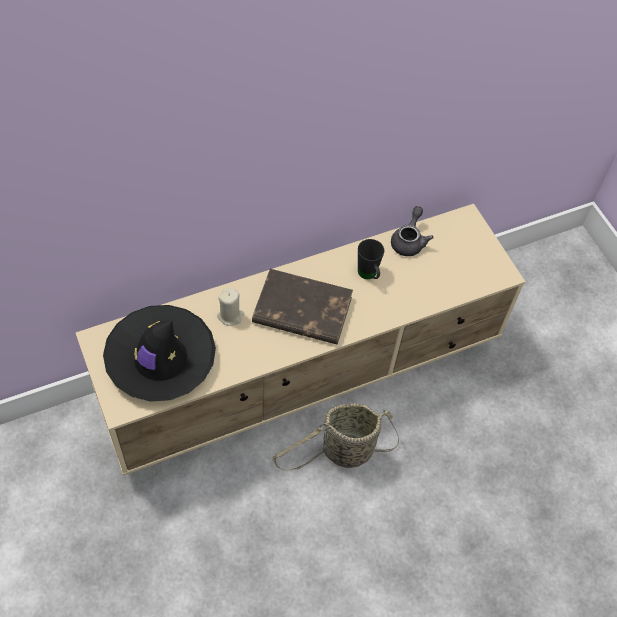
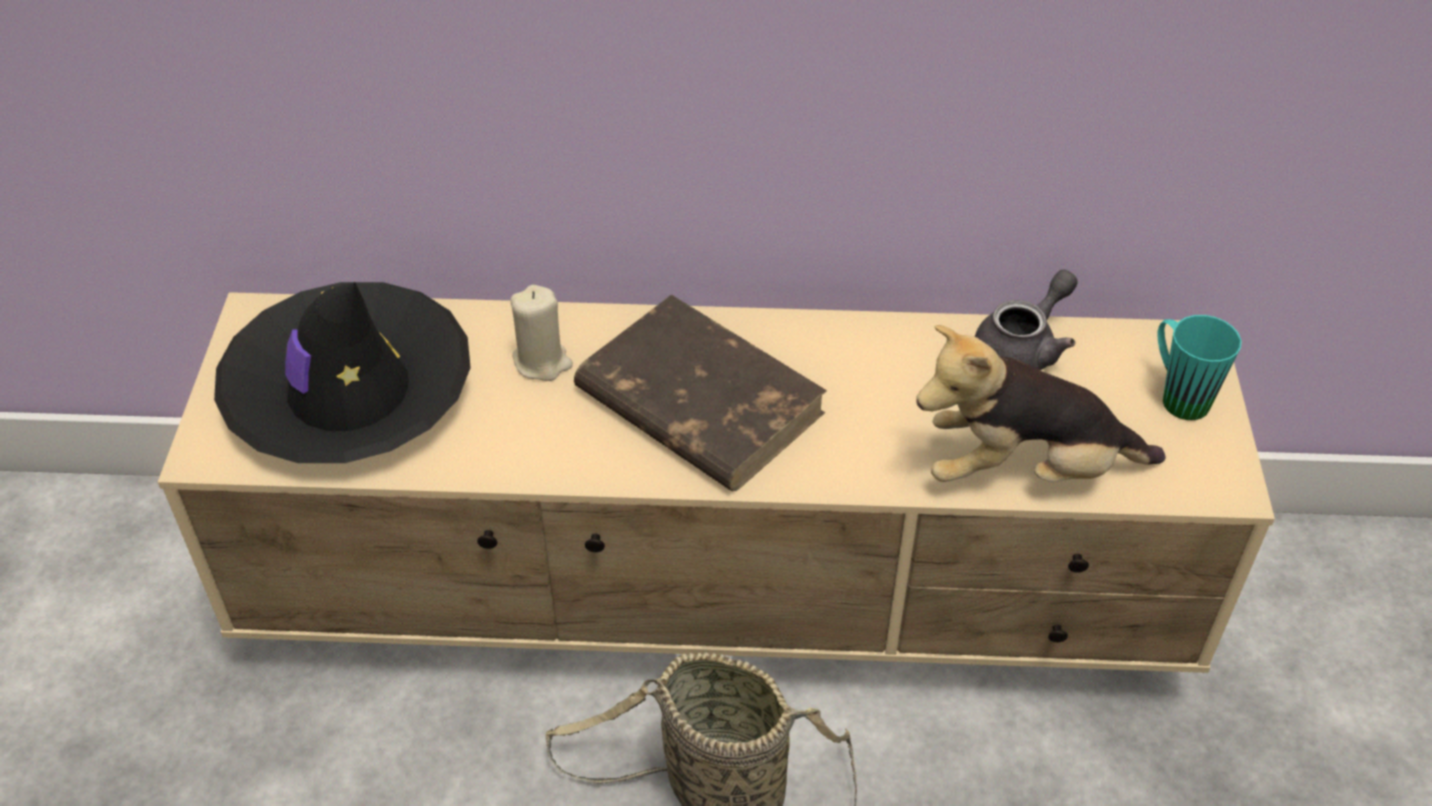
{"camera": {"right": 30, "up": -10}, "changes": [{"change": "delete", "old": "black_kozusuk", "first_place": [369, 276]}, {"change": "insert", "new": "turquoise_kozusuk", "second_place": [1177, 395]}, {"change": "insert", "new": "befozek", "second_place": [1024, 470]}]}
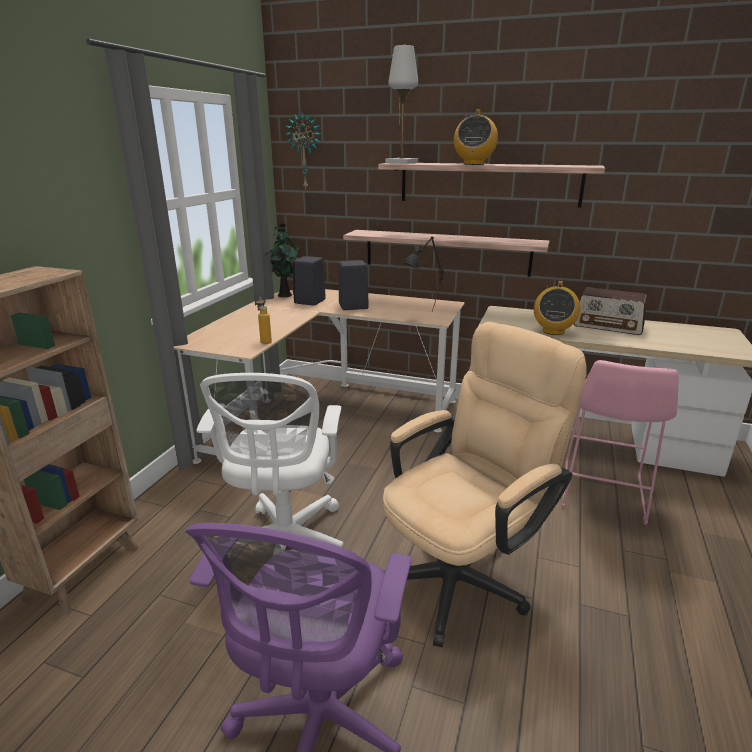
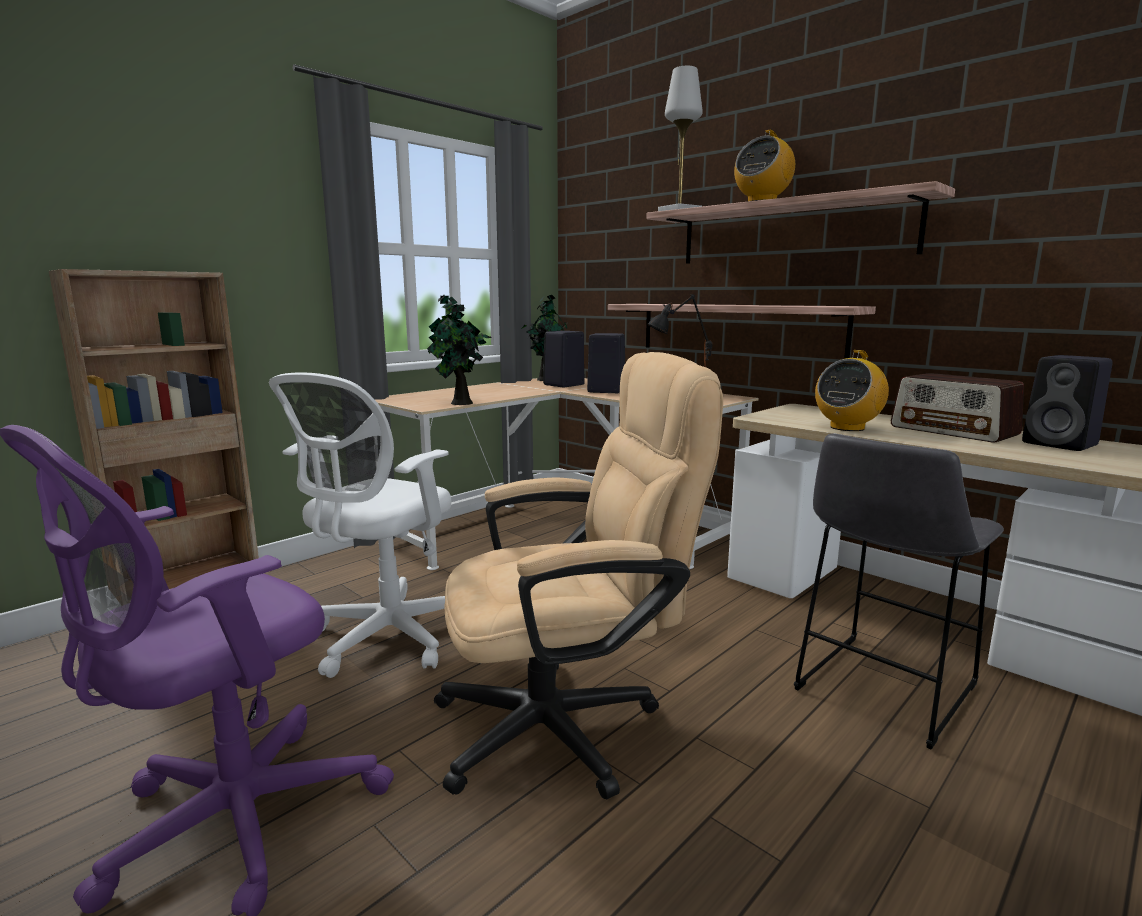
{"camera": {"right": 25, "up": -10}, "changes": [{"change": "delete", "old": "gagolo", "first_place": [305, 151]}, {"change": "replace", "old": "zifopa", "new": "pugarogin", "first_place": [265, 341], "second_place": [459, 403]}, {"change": "recolor", "old": "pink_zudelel", "new": "grey_zudelel", "first_place": [601, 494], "second_place": [880, 690]}, {"change": "insert", "new": "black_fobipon", "second_place": [1062, 444]}]}
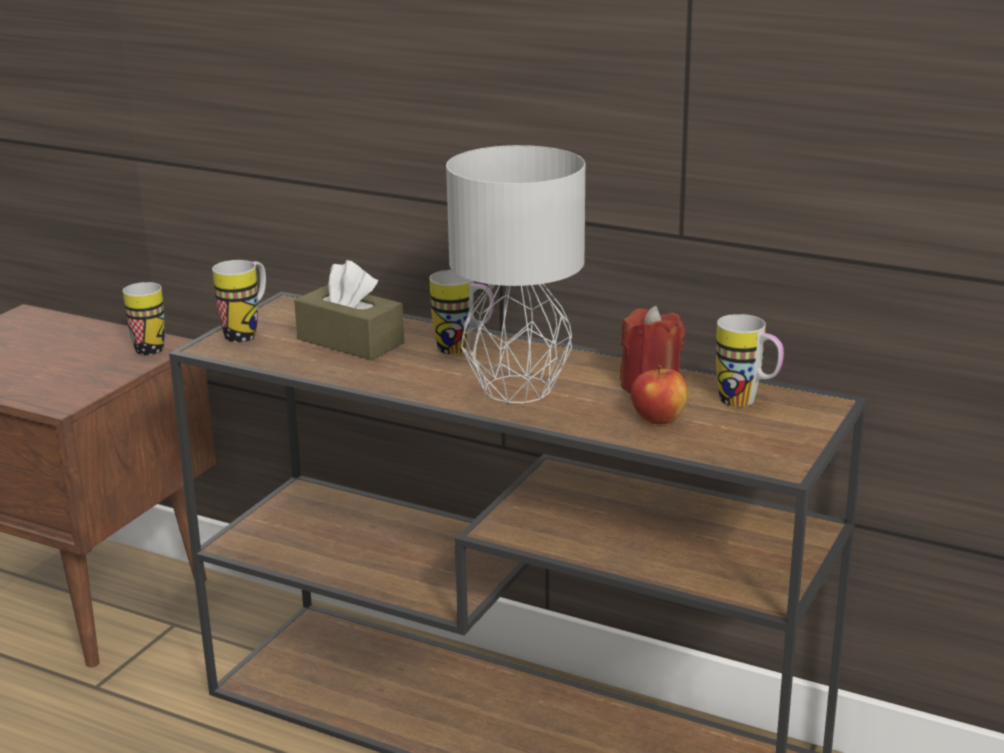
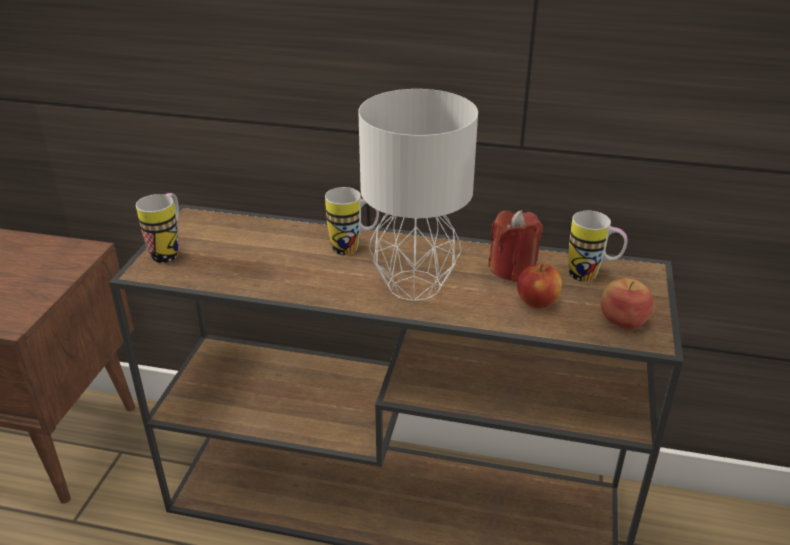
{"camera": {"right": -15, "up": 10}, "changes": [{"change": "delete", "old": "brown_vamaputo", "first_place": [350, 341]}, {"change": "delete", "old": "kozusuk", "first_place": [152, 346]}, {"change": "insert", "new": "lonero", "second_place": [623, 320]}]}
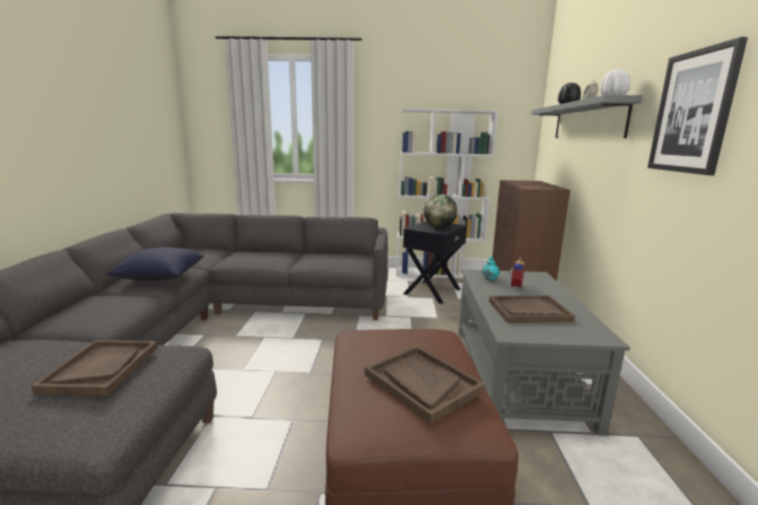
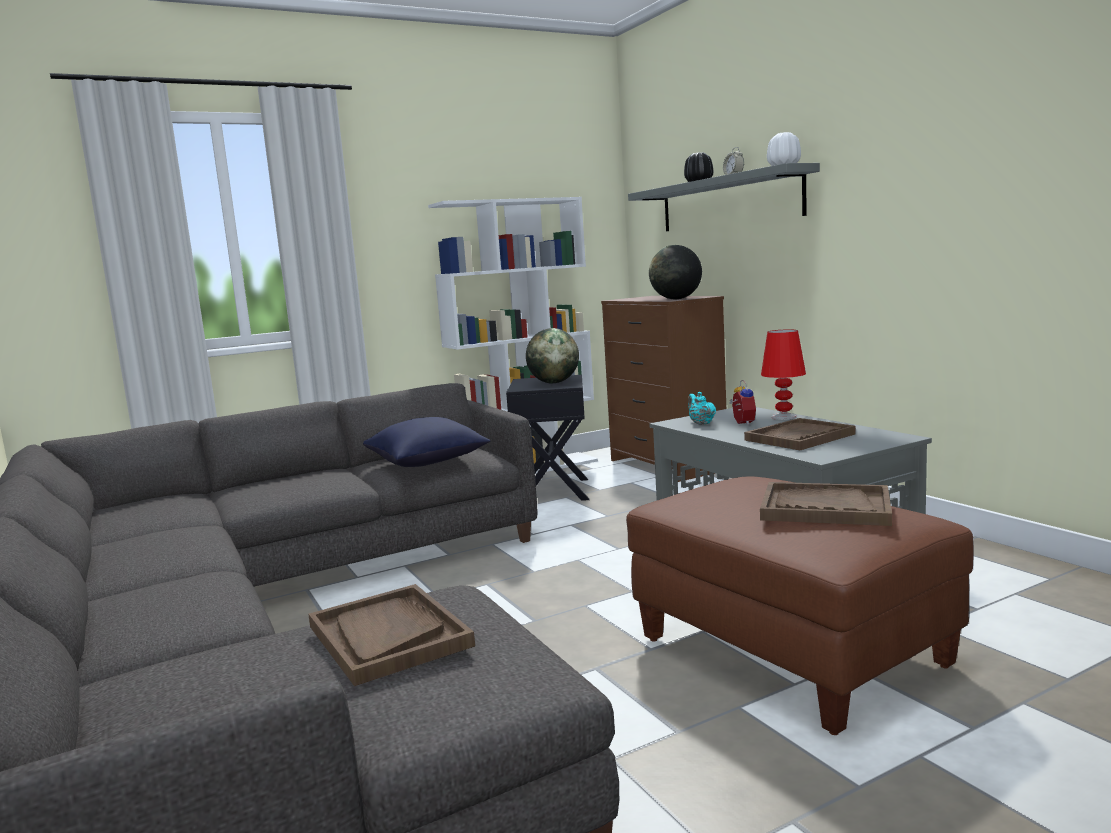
{"camera": {"right": -30, "up": -5}, "changes": [{"change": "delete", "old": "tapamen", "first_place": [693, 112]}, {"change": "move", "old": "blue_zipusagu", "first_place": [162, 277], "second_place": [427, 463]}, {"change": "insert", "new": "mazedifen", "second_place": [676, 299]}, {"change": "insert", "new": "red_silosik", "second_place": [784, 417]}]}
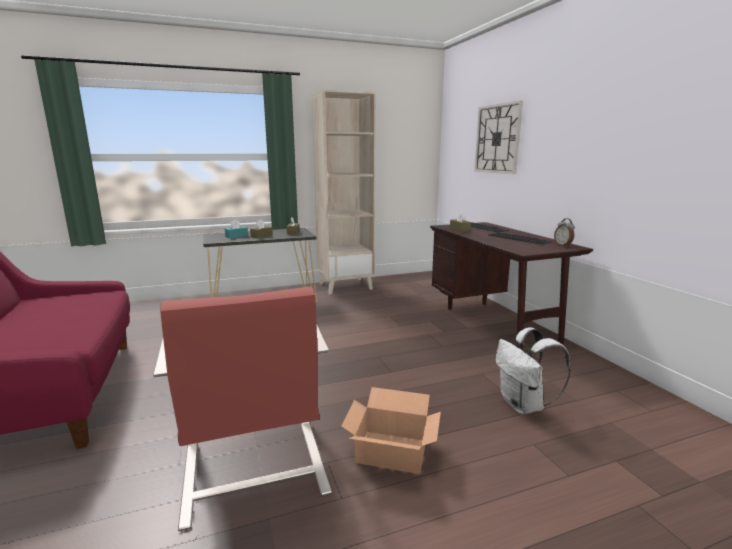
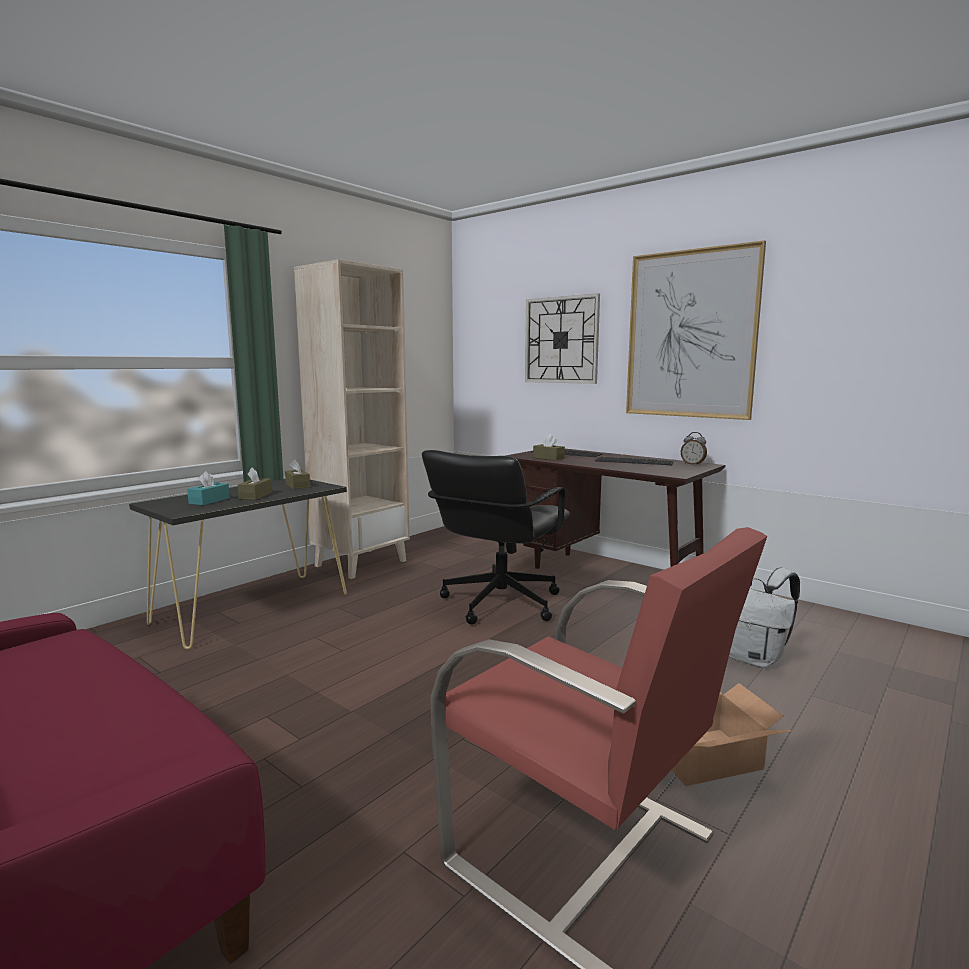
{"camera": {"right": -30, "up": -5}, "changes": [{"change": "insert", "new": "tapamen", "second_place": [690, 334]}, {"change": "insert", "new": "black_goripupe", "second_place": [499, 603]}]}
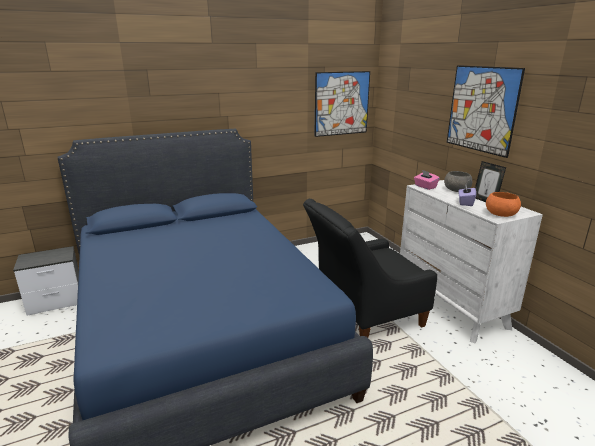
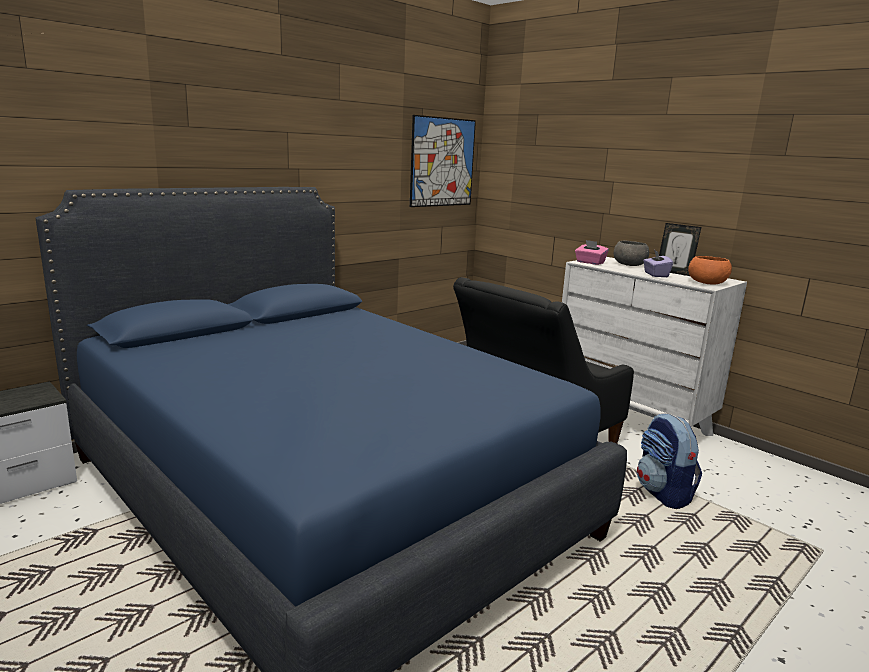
{"camera": {"right": -20, "up": -5}, "changes": [{"change": "delete", "old": "tapamen", "first_place": [481, 109]}, {"change": "insert", "new": "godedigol", "second_place": [663, 493]}]}
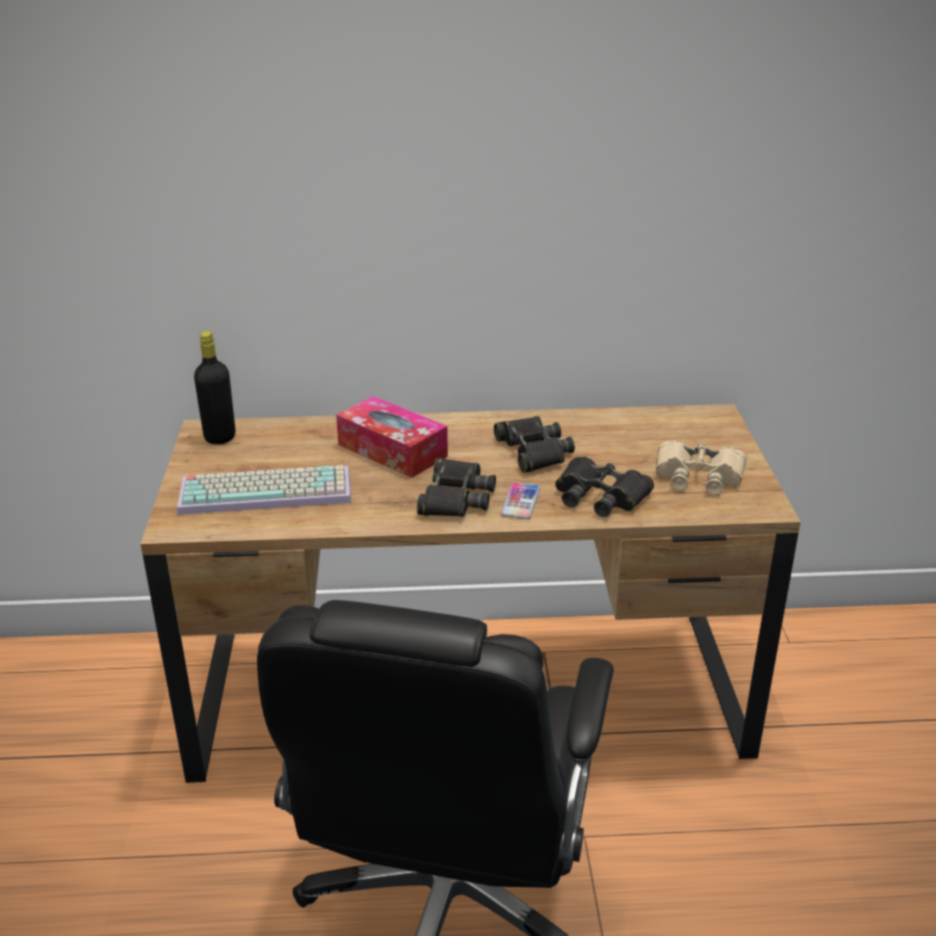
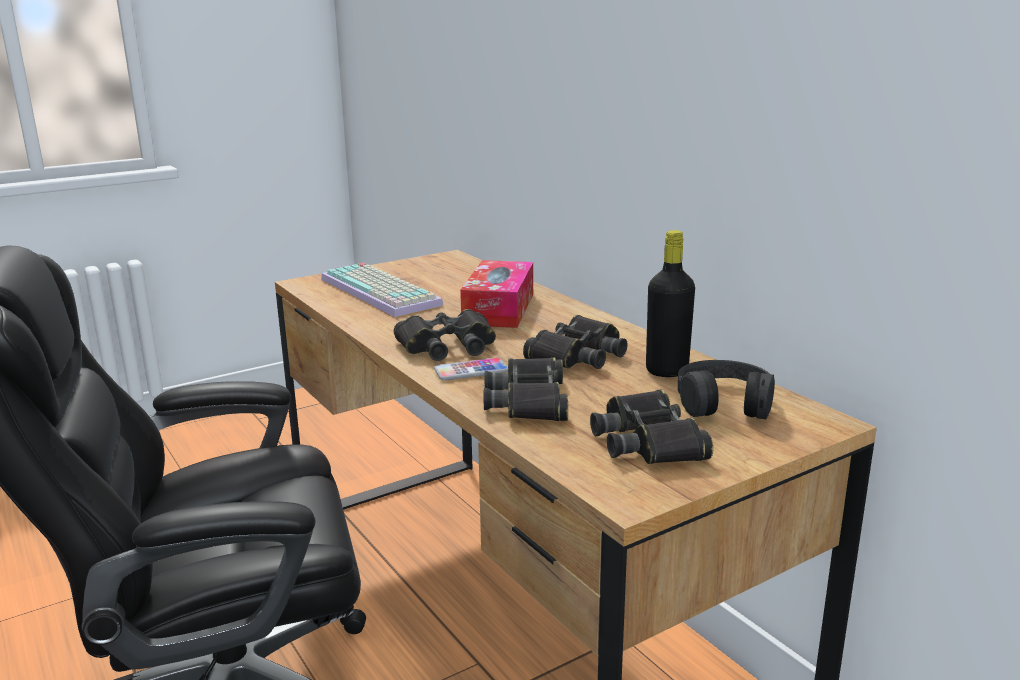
{"camera": {"right": 60, "up": -10}, "changes": [{"change": "move", "old": "black_zifopa", "first_place": [220, 437], "second_place": [666, 371]}, {"change": "recolor", "old": "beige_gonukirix", "new": "black_gonukirix", "first_place": [698, 476], "second_place": [648, 441]}, {"change": "insert", "new": "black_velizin", "second_place": [724, 402]}]}
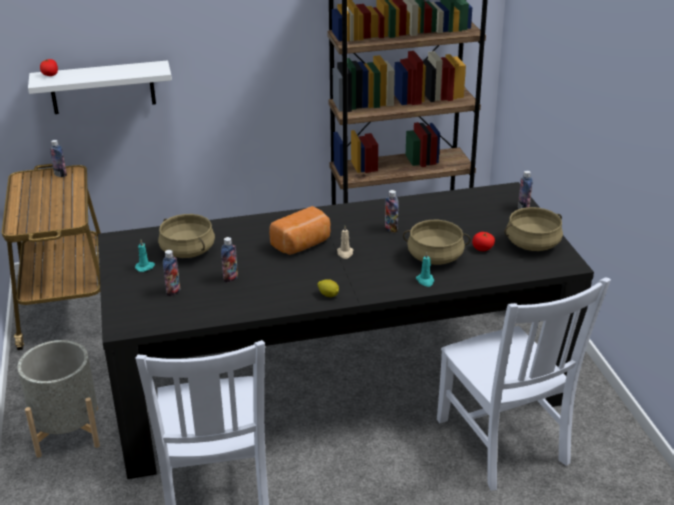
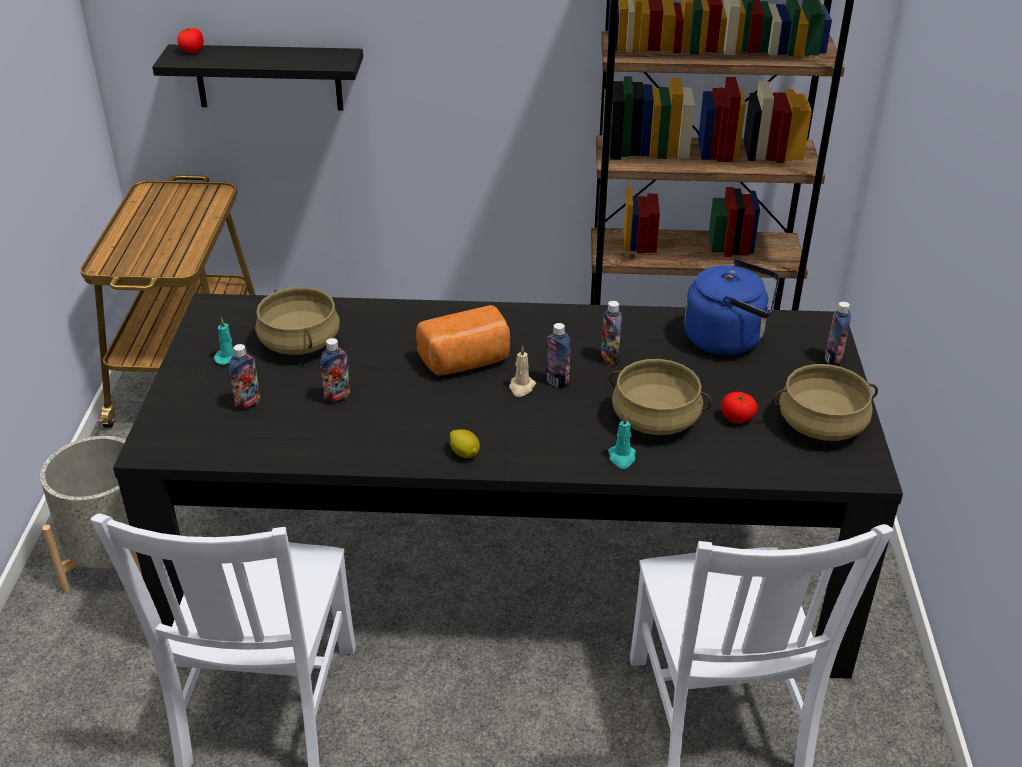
{"camera": {"right": 15, "up": 5}, "changes": [{"change": "recolor", "old": "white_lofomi", "new": "black_lofomi", "first_place": [102, 87], "second_place": [268, 77]}, {"change": "move", "old": "zifopa", "first_place": [60, 174], "second_place": [557, 382]}, {"change": "insert", "new": "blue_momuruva", "second_place": [728, 339]}]}
